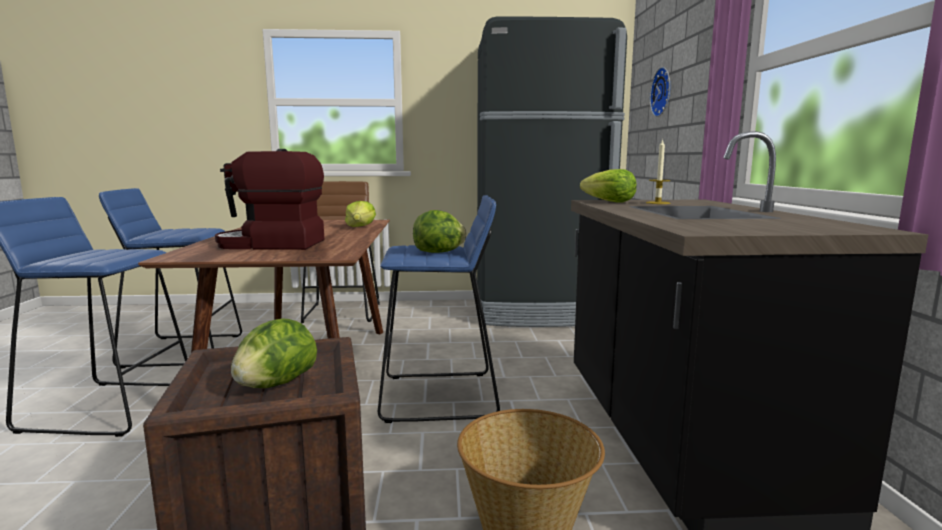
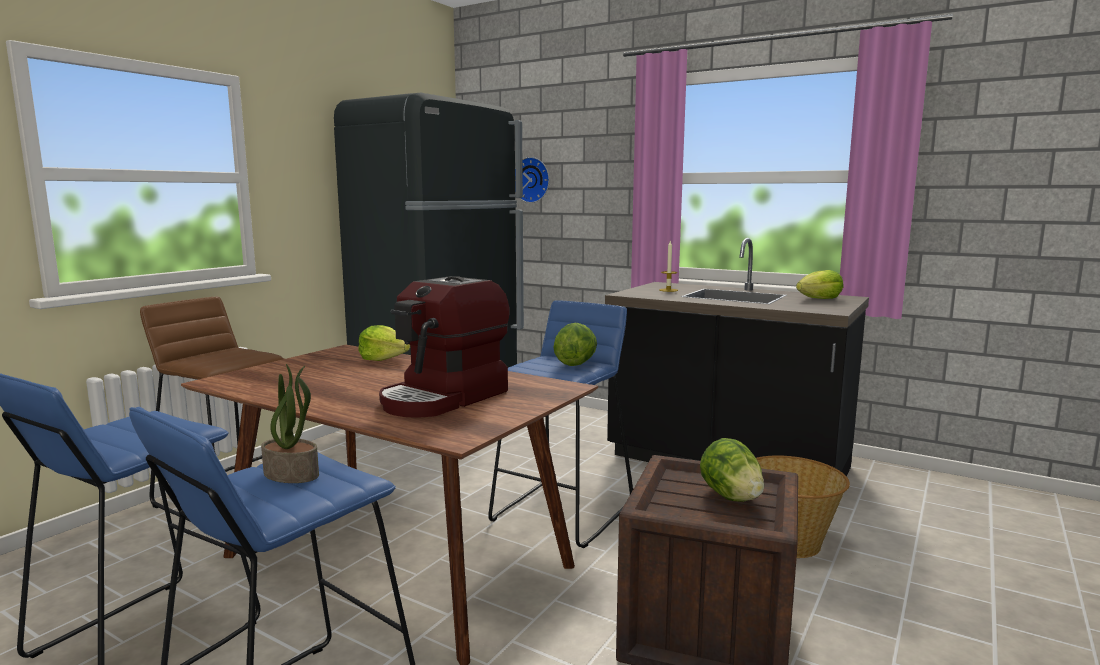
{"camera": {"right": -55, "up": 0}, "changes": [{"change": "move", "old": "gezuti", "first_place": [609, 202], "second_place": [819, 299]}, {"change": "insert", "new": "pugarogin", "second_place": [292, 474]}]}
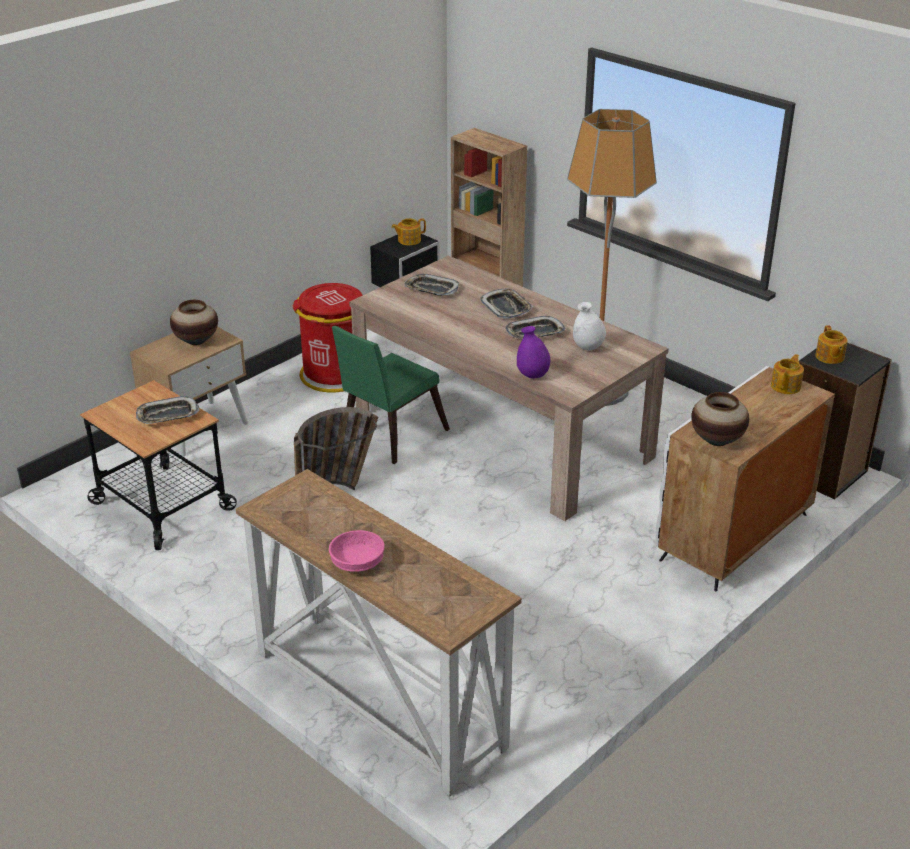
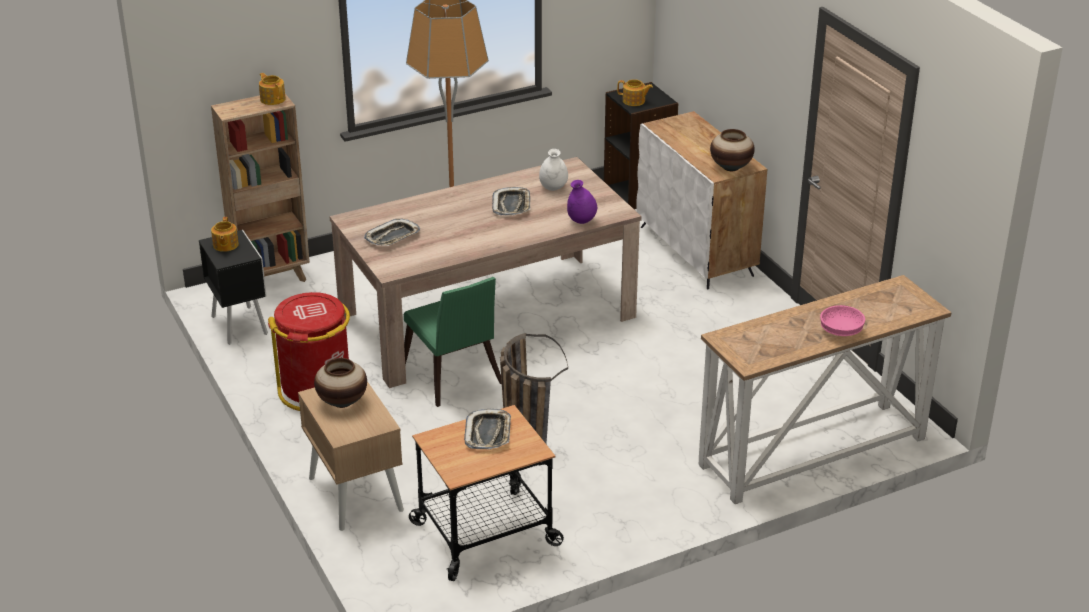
{"camera": {"right": -70, "up": 0}, "changes": [{"change": "delete", "old": "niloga", "first_place": [506, 307]}, {"change": "move", "old": "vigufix", "first_place": [786, 386], "second_place": [273, 99]}]}
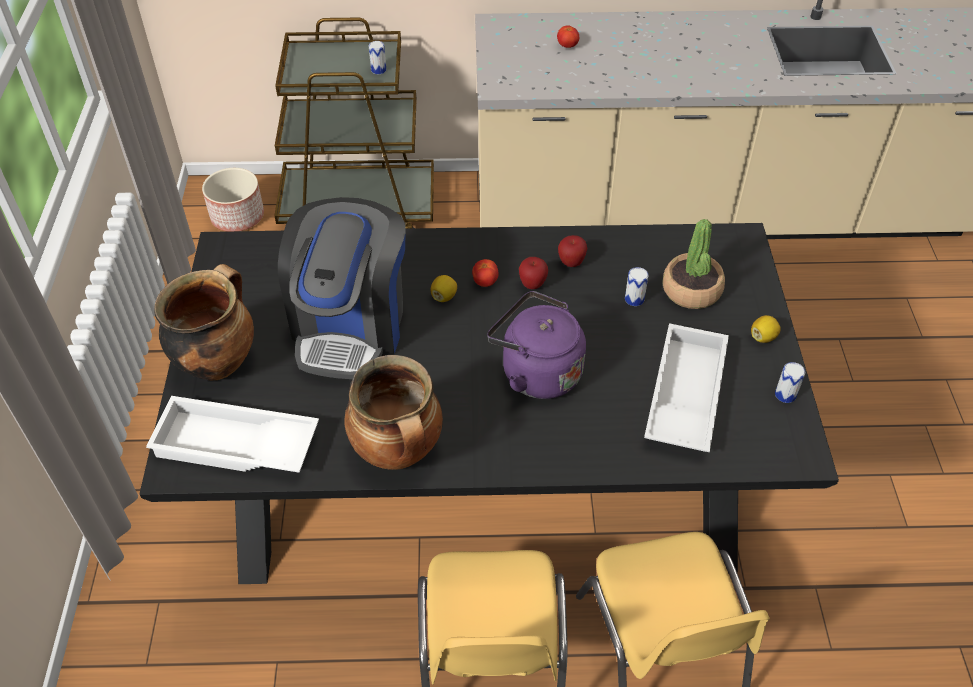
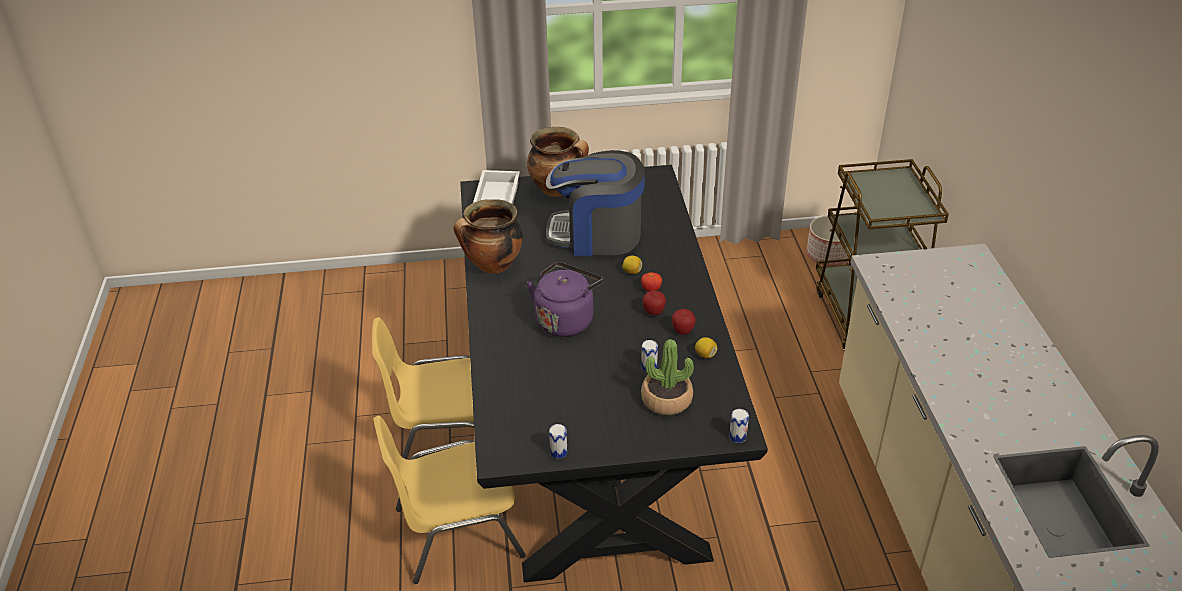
{"camera": {"right": 85, "up": -10}, "changes": [{"change": "delete", "old": "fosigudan", "first_place": [567, 46]}, {"change": "move", "old": "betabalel", "first_place": [378, 70], "second_place": [738, 437]}, {"change": "move", "old": "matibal", "first_place": [763, 337], "second_place": [705, 355]}, {"change": "delete", "old": "white_niloga", "first_place": [683, 395]}]}
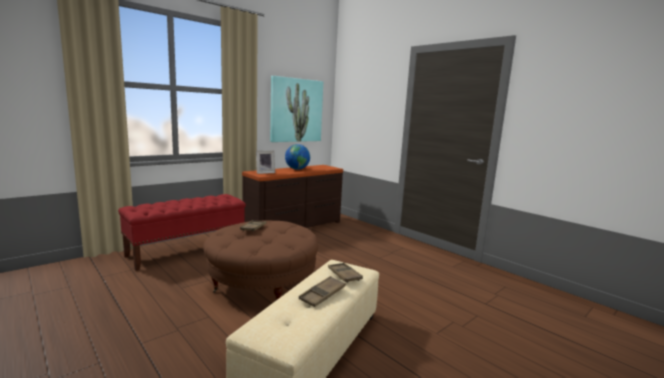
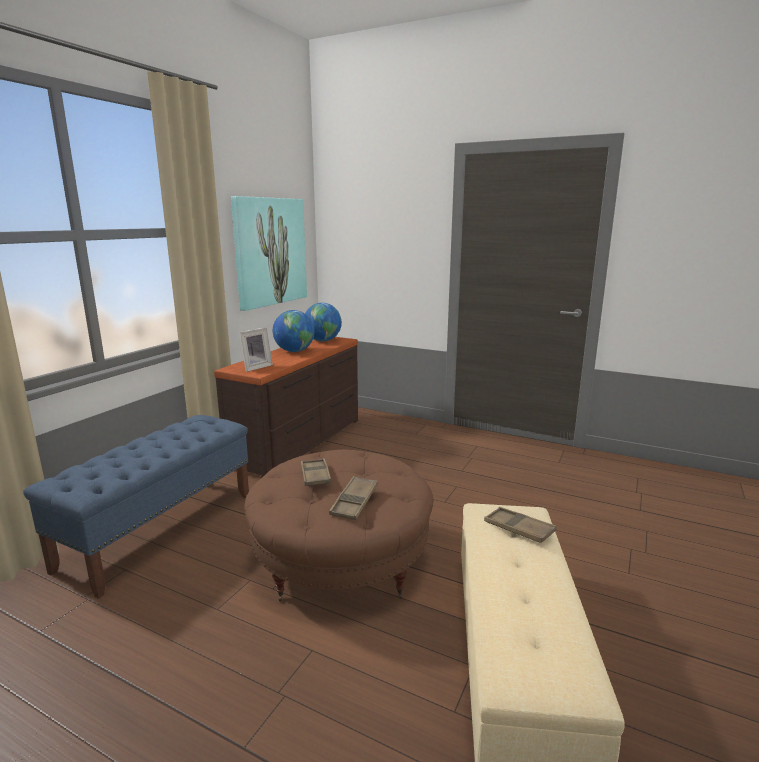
{"camera": {"right": -20, "up": 5}, "changes": [{"change": "recolor", "old": "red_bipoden", "new": "blue_bipoden", "first_place": [187, 250], "second_place": [161, 530]}, {"change": "move", "old": "brown_niloga", "first_place": [322, 294], "second_place": [354, 502]}, {"change": "insert", "new": "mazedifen", "second_place": [323, 341]}]}
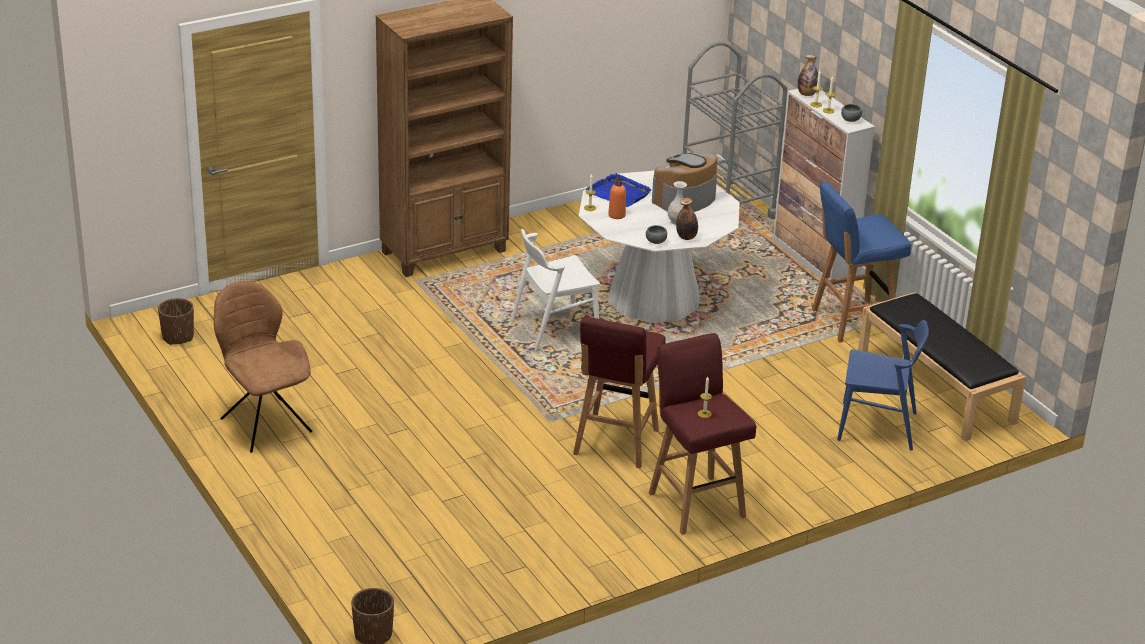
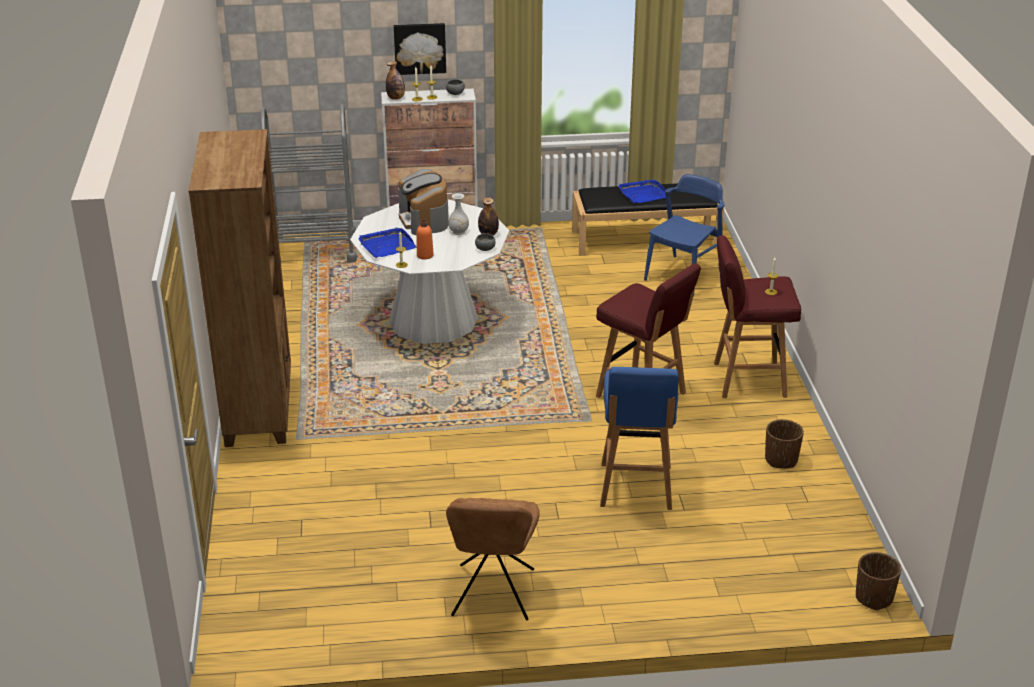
{"camera": {"right": -65, "up": 0}, "changes": [{"change": "move", "old": "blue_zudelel", "first_place": [851, 321], "second_place": [635, 488]}, {"change": "delete", "old": "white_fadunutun", "first_place": [554, 329]}, {"change": "rotate", "old": "brown_fadunutun", "first_place": [264, 423], "second_place": [492, 595], "degrees": -75}, {"change": "move", "old": "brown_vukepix", "first_place": [178, 337], "second_place": [781, 460]}, {"change": "insert", "new": "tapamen", "second_place": [420, 48]}, {"change": "insert", "new": "blue_niloga", "second_place": [643, 194]}]}
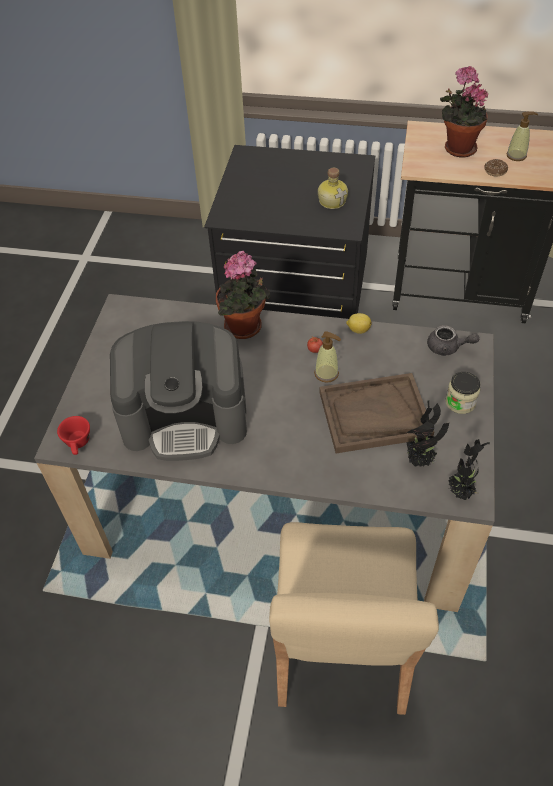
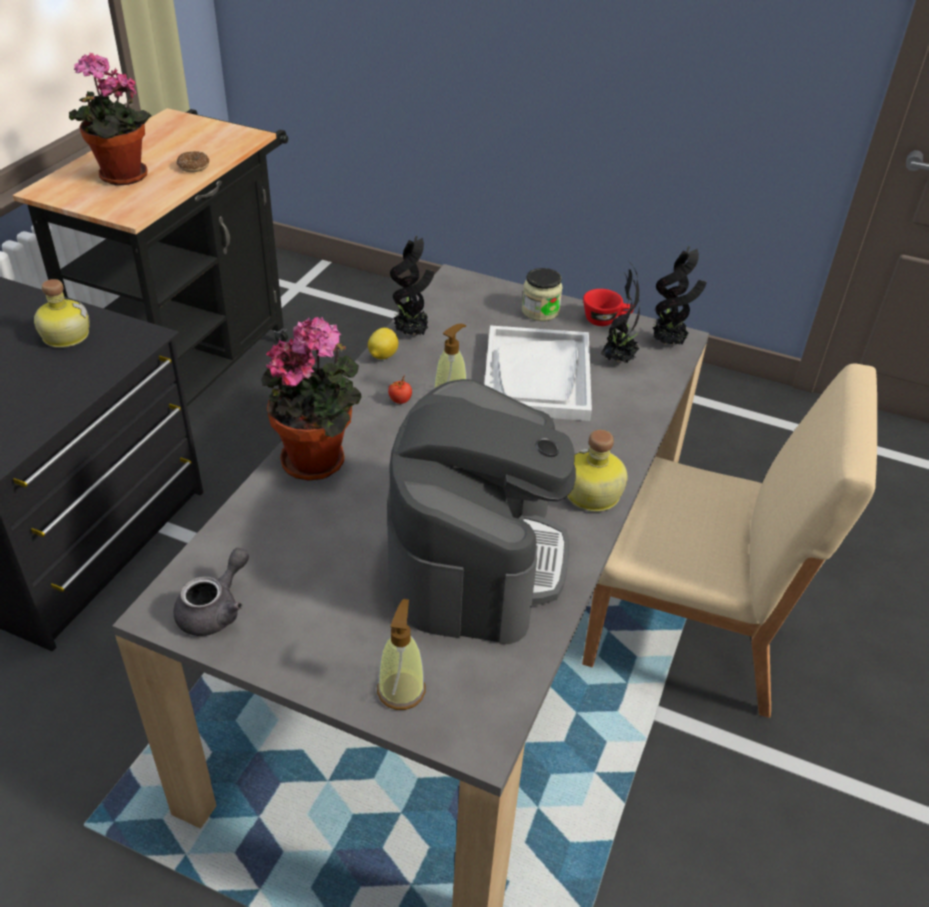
{"camera": {"right": -80, "up": -10}, "changes": [{"change": "move", "old": "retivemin", "first_place": [516, 156], "second_place": [401, 690]}, {"change": "move", "old": "grey_vigufix", "first_place": [448, 348], "second_place": [215, 609]}, {"change": "recolor", "old": "brown_niloga", "new": "white_niloga", "first_place": [374, 415], "second_place": [537, 376]}, {"change": "move", "old": "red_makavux", "first_place": [78, 444], "second_place": [606, 320]}, {"change": "insert", "new": "pugarogin", "second_place": [412, 333]}, {"change": "insert", "new": "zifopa", "second_place": [591, 495]}]}
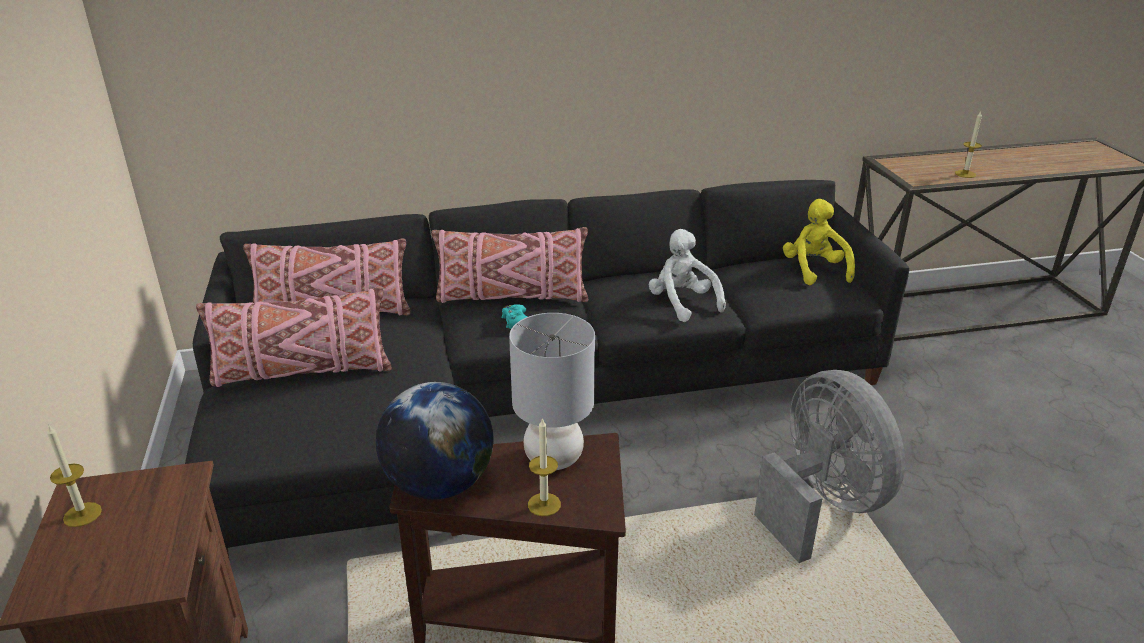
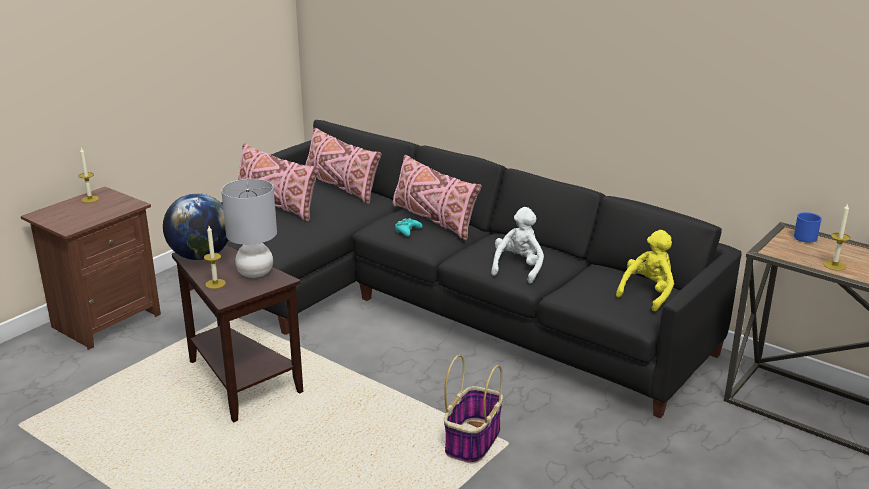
{"camera": {"right": 50, "up": -5}, "changes": [{"change": "replace", "old": "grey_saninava", "new": "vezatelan", "first_place": [821, 504], "second_place": [473, 441]}, {"change": "insert", "new": "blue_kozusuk", "second_place": [806, 236]}]}
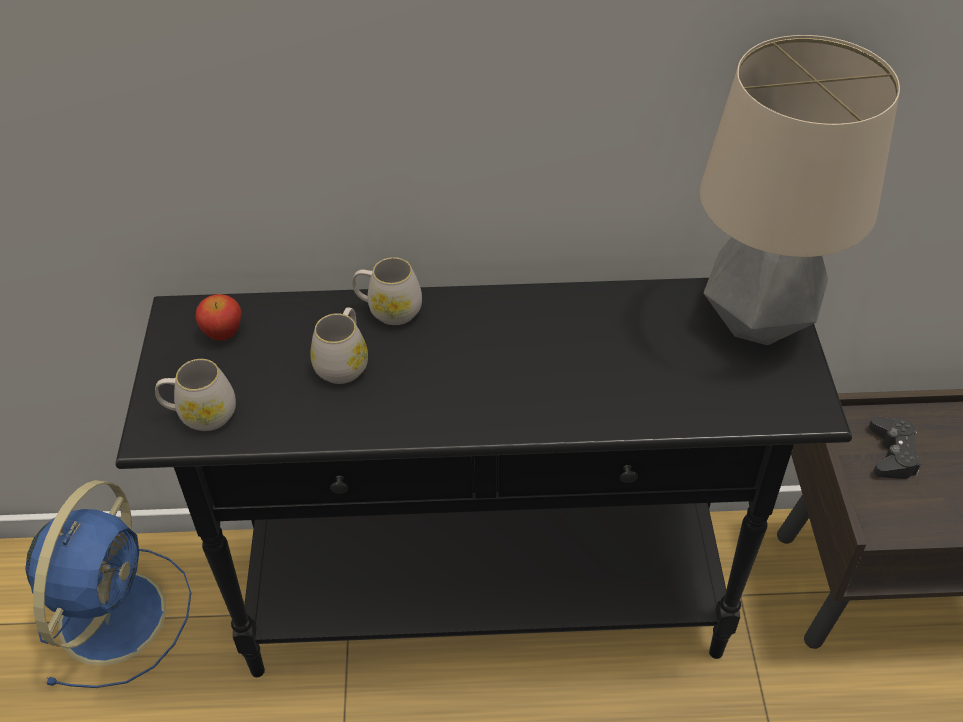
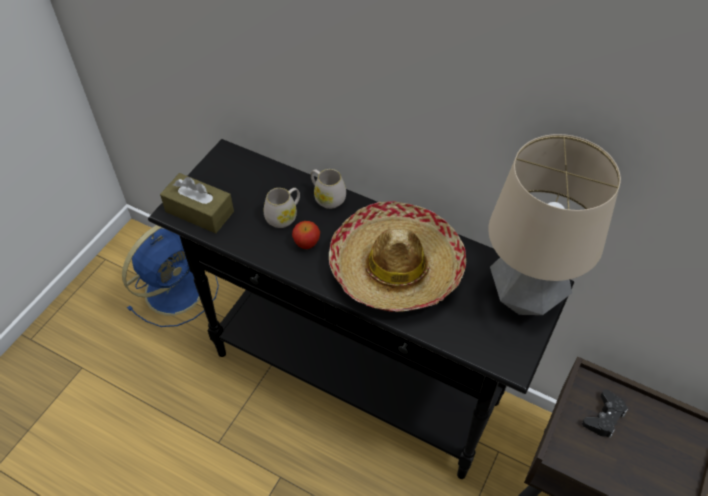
{"camera": {"right": 30, "up": 5}, "changes": [{"change": "move", "old": "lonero", "first_place": [223, 333], "second_place": [306, 243]}, {"change": "replace", "old": "white_kozusuk", "new": "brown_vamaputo", "first_place": [201, 414], "second_place": [199, 211]}, {"change": "insert", "new": "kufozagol", "second_place": [396, 267]}]}
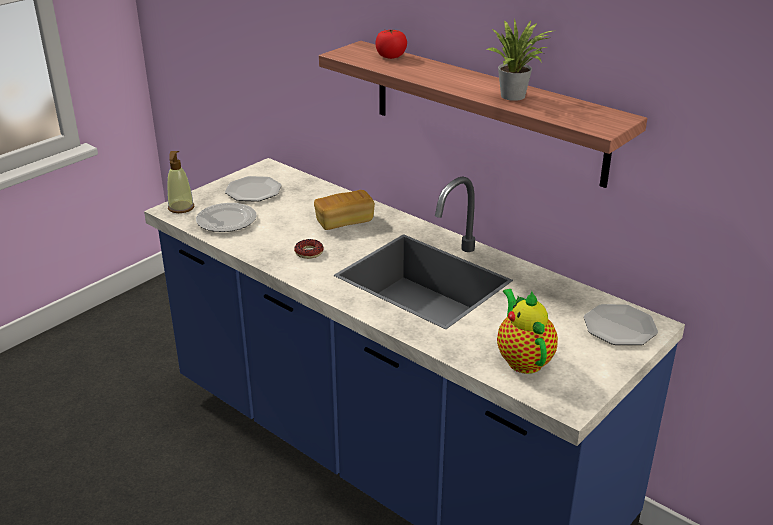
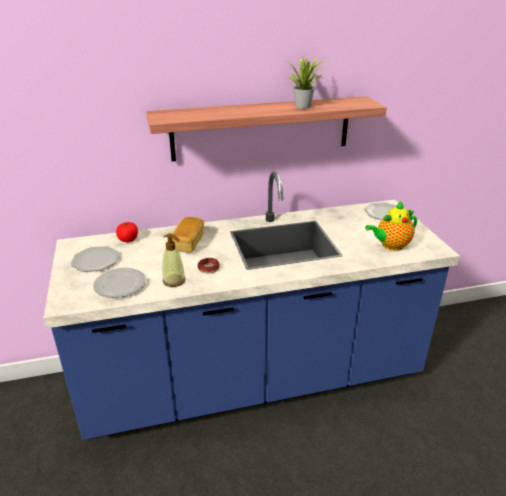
{"camera": {"right": -55, "up": 0}, "changes": [{"change": "move", "old": "fosigudan", "first_place": [390, 56], "second_place": [128, 239]}, {"change": "move", "old": "retivemin", "first_place": [181, 208], "second_place": [174, 281]}, {"change": "rotate", "old": "vigufix", "first_place": [523, 359], "second_place": [390, 246], "degrees": -45}]}
